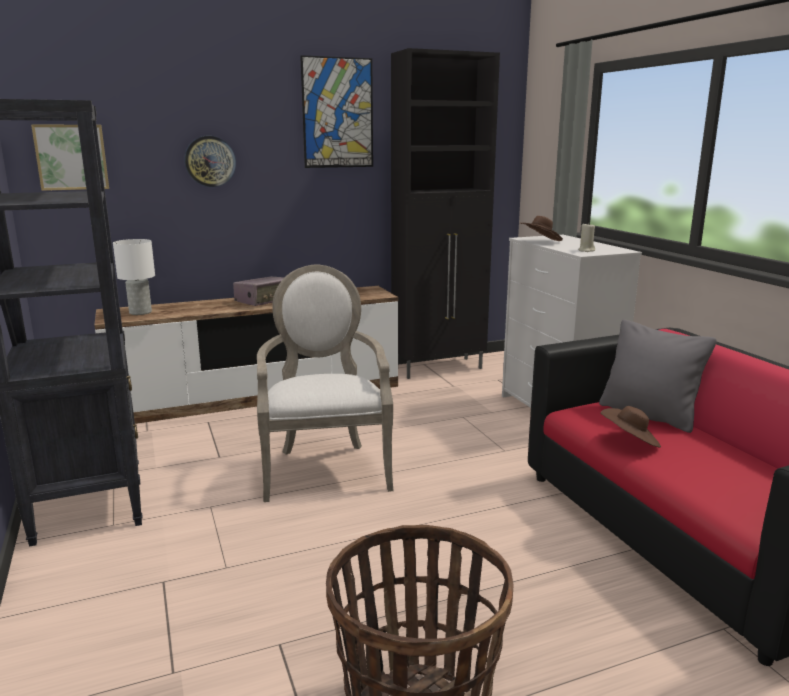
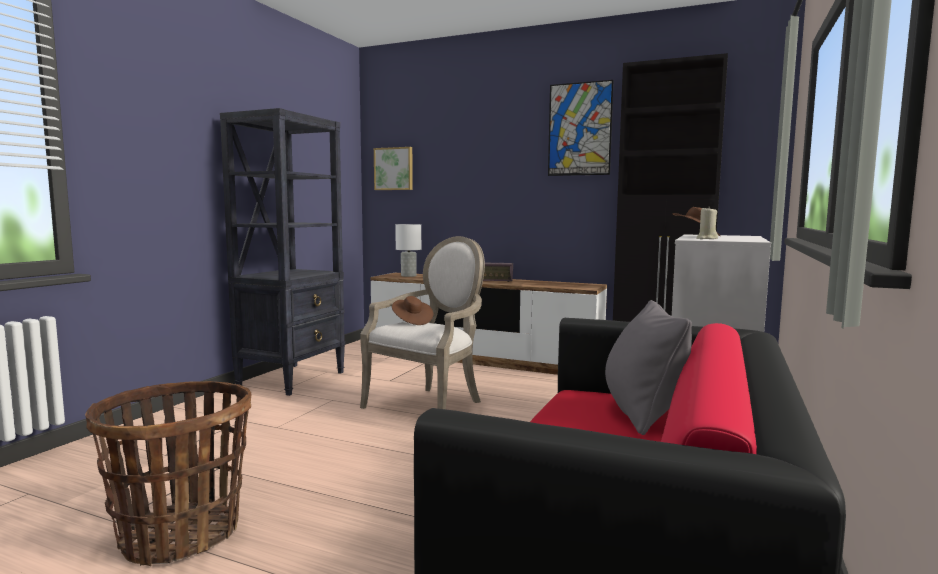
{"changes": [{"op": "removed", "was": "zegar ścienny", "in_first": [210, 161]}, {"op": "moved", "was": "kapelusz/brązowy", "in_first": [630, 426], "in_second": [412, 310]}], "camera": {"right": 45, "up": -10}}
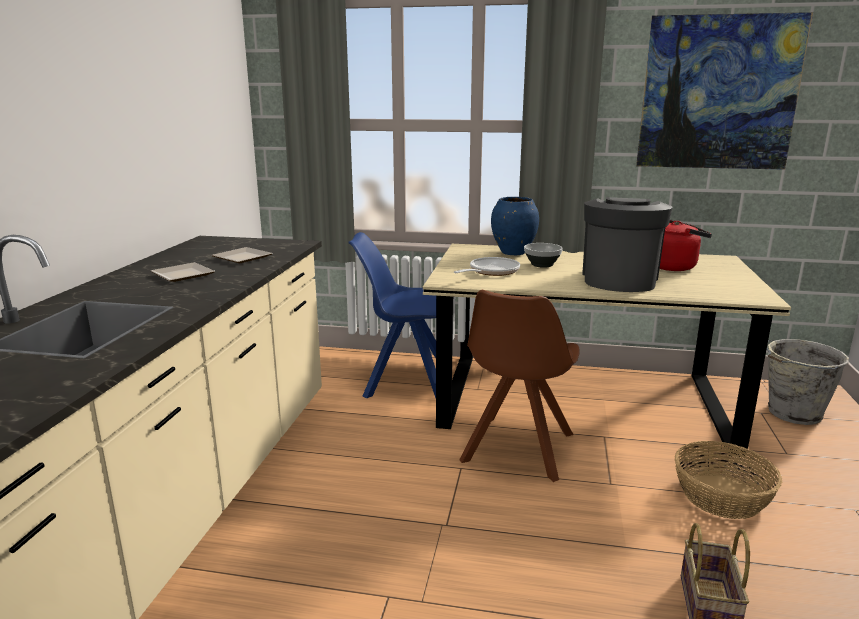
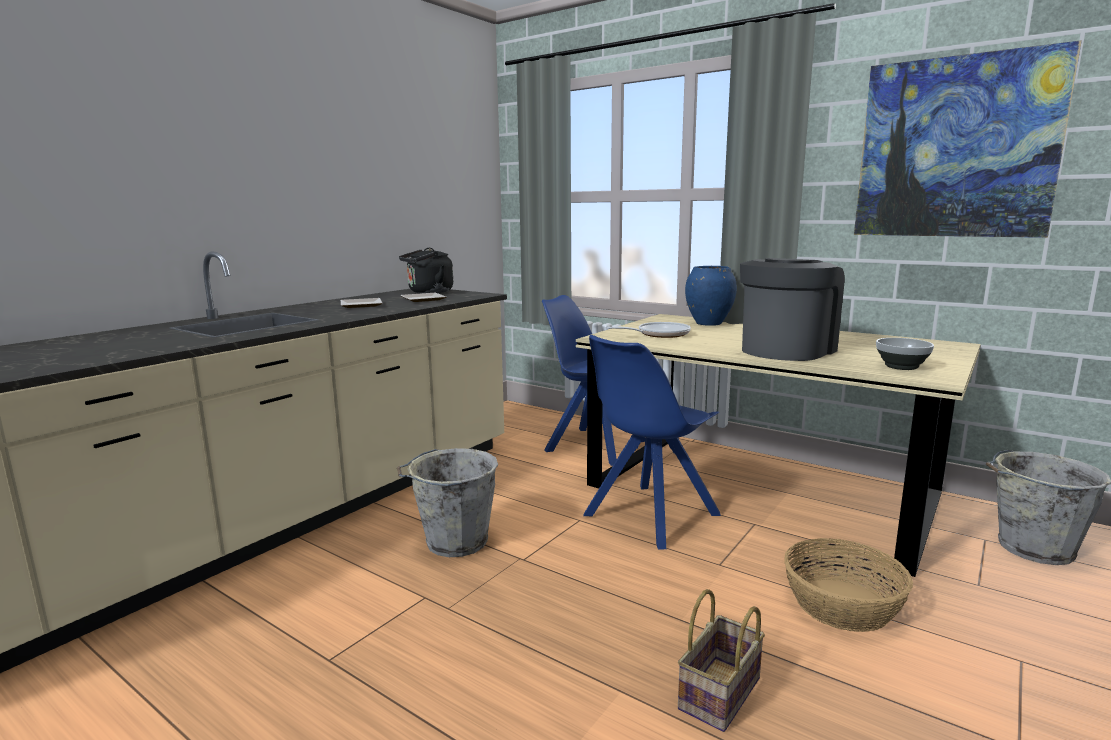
{"changes": [{"op": "removed", "was": "czajnik/czerwony", "in_first": [686, 245]}, {"op": "moved", "was": "miska", "in_first": [543, 255], "in_second": [905, 354]}, {"op": "recoloured", "was": "krzesło/brązowy", "now": "krzesło/niebieski", "in_first": [519, 386], "in_second": [652, 442]}, {"op": "added", "now": "czajnik/czarny", "in_second": [426, 270]}, {"op": "added", "now": "wiadro/szary", "in_second": [447, 502]}], "camera": {"right": 25, "up": -5}}
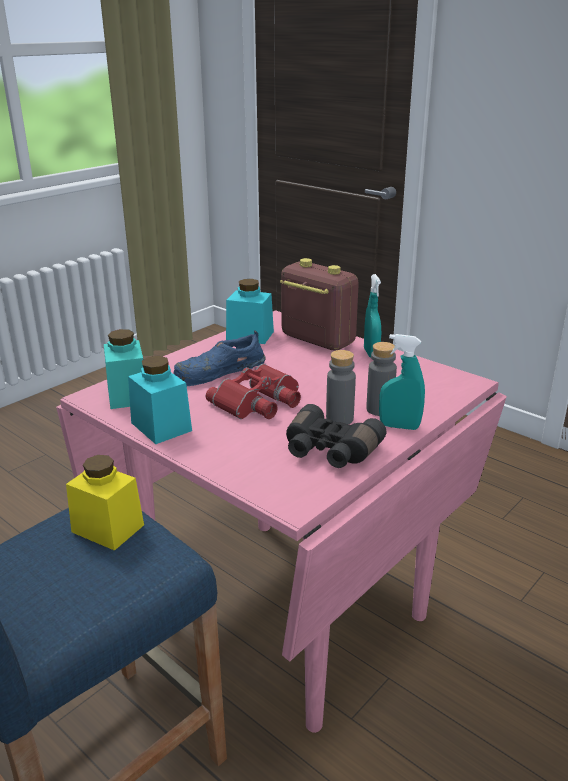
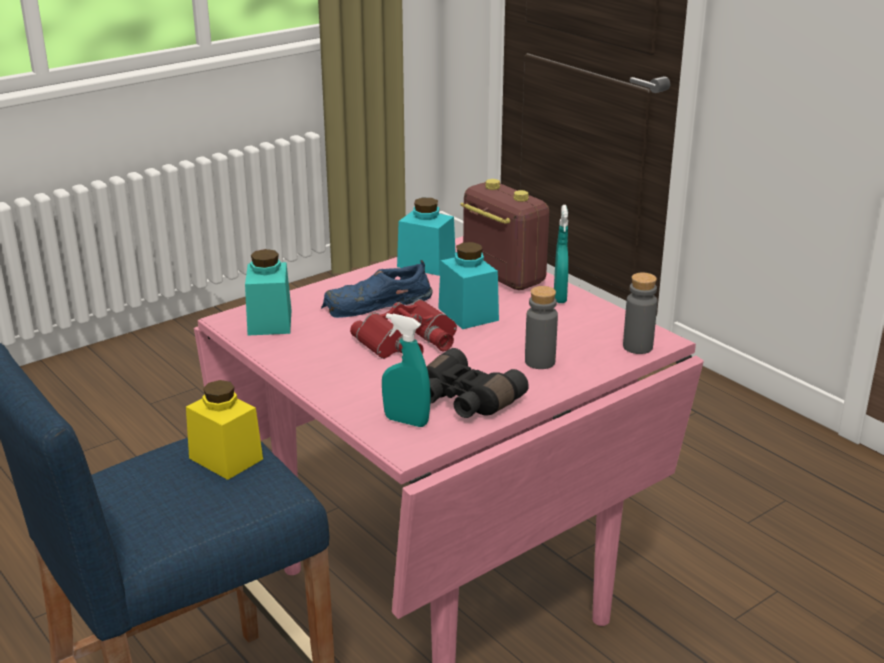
{"changes": [{"op": "moved", "was": "spryskiwacz/turkusowy", "in_first": [402, 382], "in_second": [406, 370]}, {"op": "moved", "was": "butelka/szary", "in_first": [341, 387], "in_second": [640, 313]}, {"op": "moved", "was": "słoik/turkusowy", "in_first": [160, 400], "in_second": [468, 285]}], "camera": {"right": 10, "up": 0}}
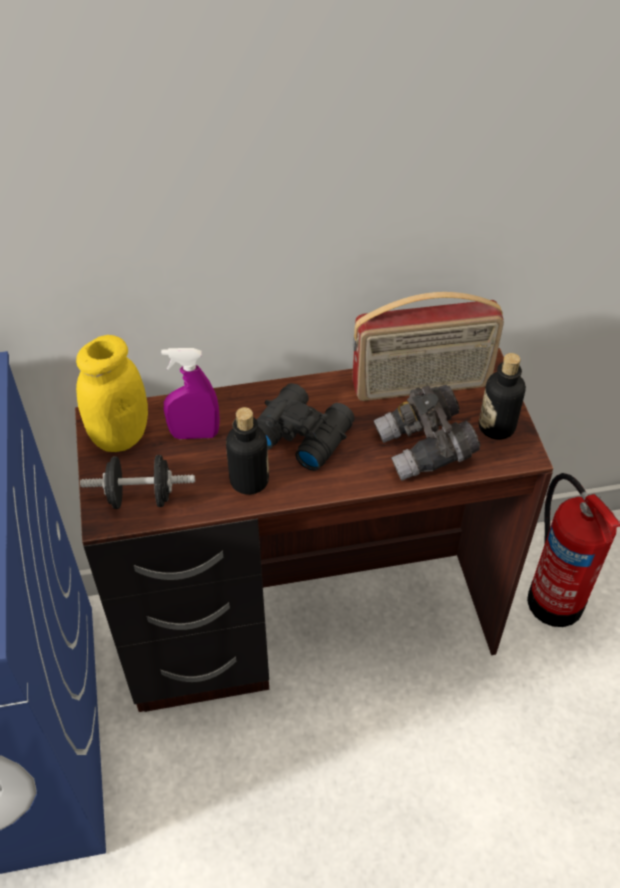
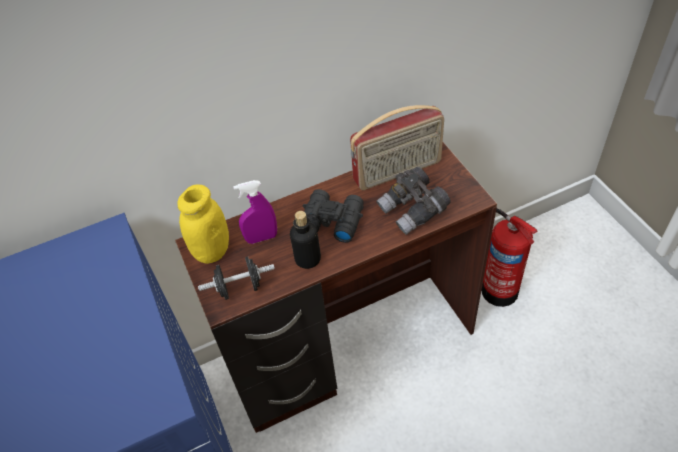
{"changes": [{"op": "removed", "was": "butelka", "in_first": [502, 396]}], "camera": {"right": -10, "up": 0}}
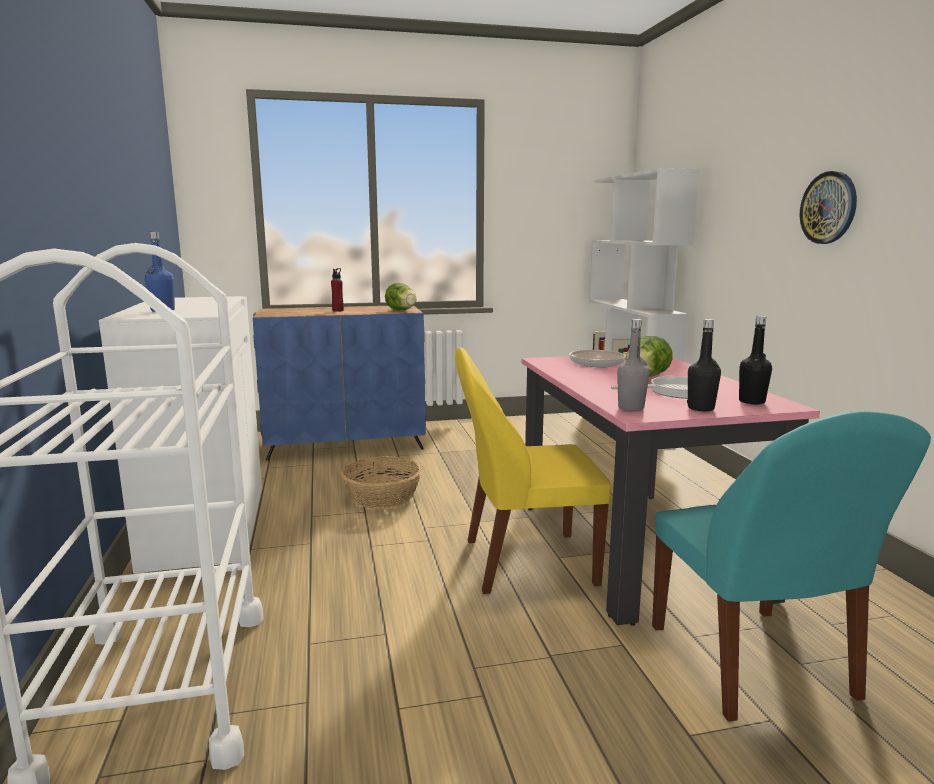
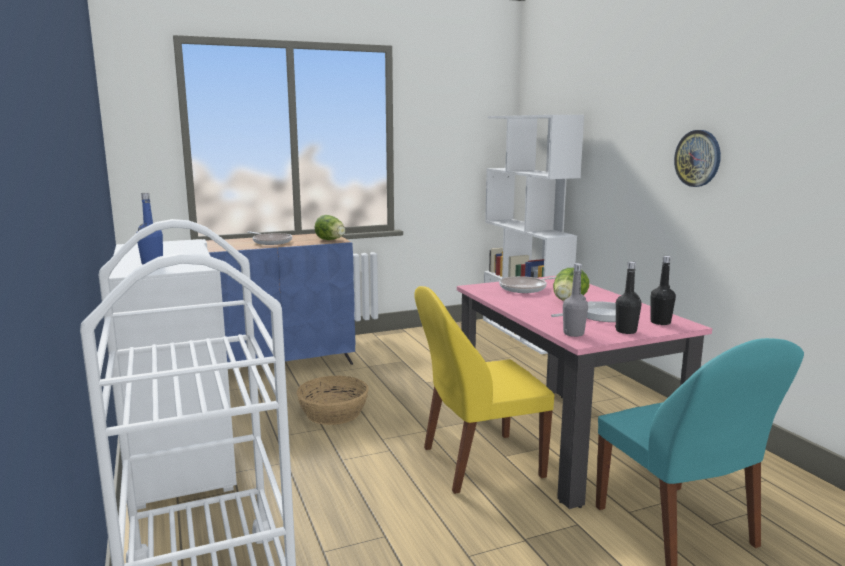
{"changes": [{"op": "replaced", "was": "butelka/czerwony", "now": "patelnia", "in_first": [337, 290], "in_second": [269, 238]}], "camera": {"right": -10, "up": 0}}
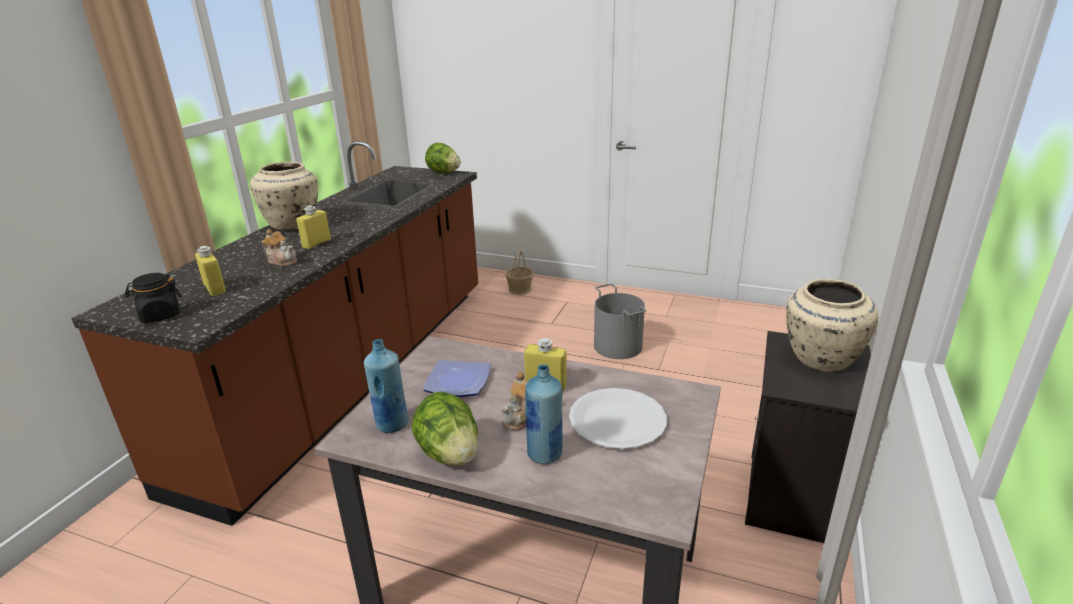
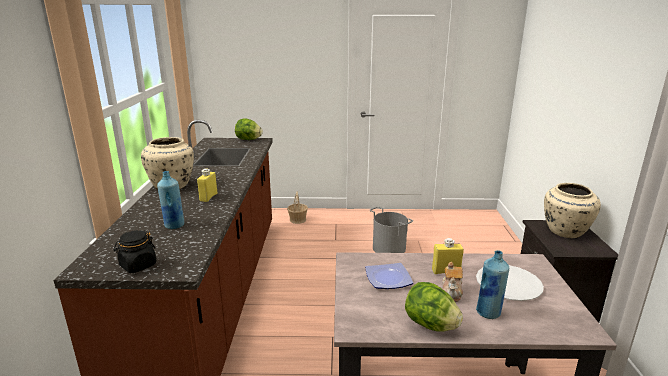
{"changes": [{"op": "removed", "was": "imbryk", "in_first": [279, 247]}, {"op": "removed", "was": "butelka/żółty", "in_first": [210, 271]}, {"op": "moved", "was": "butelka/niebieski", "in_first": [386, 386], "in_second": [170, 200]}], "camera": {"right": -20, "up": -5}}
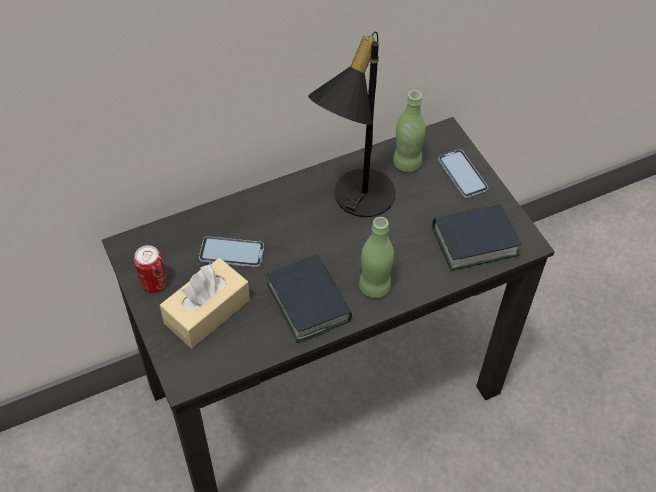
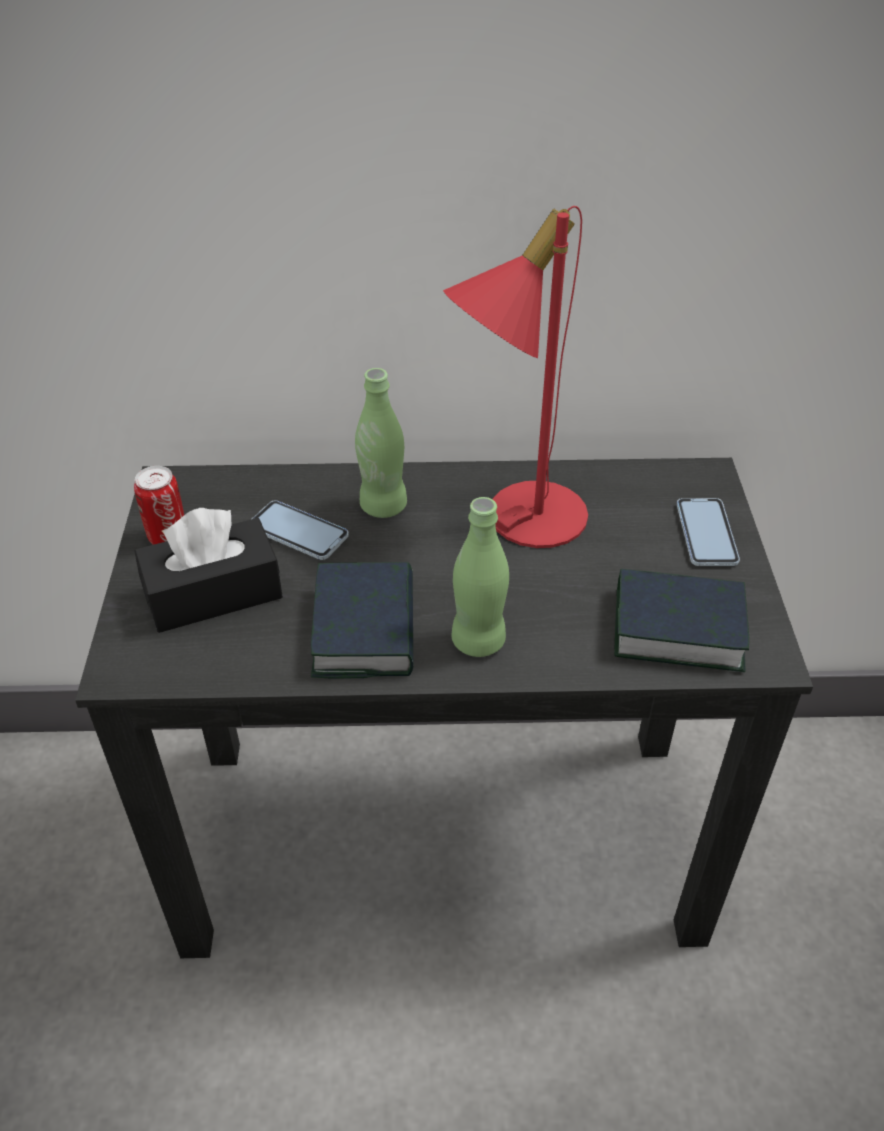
{"changes": [{"op": "recoloured", "was": "lampa stołowa/czarny", "now": "lampa stołowa/czerwony", "in_first": [352, 124], "in_second": [515, 377]}, {"op": "moved", "was": "butelka/zielony", "in_first": [409, 131], "in_second": [381, 443]}, {"op": "recoloured", "was": "pudełko chusteczek/beżowy", "now": "pudełko chusteczek/czarny", "in_first": [205, 303], "in_second": [209, 570]}], "camera": {"right": 25, "up": -10}}
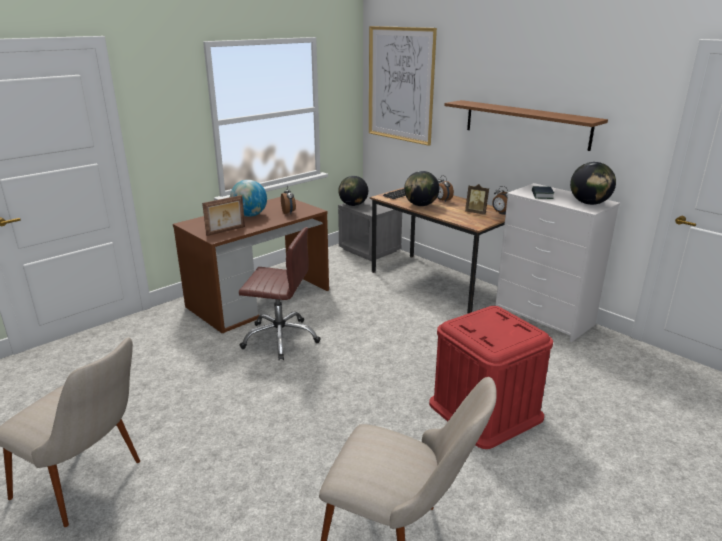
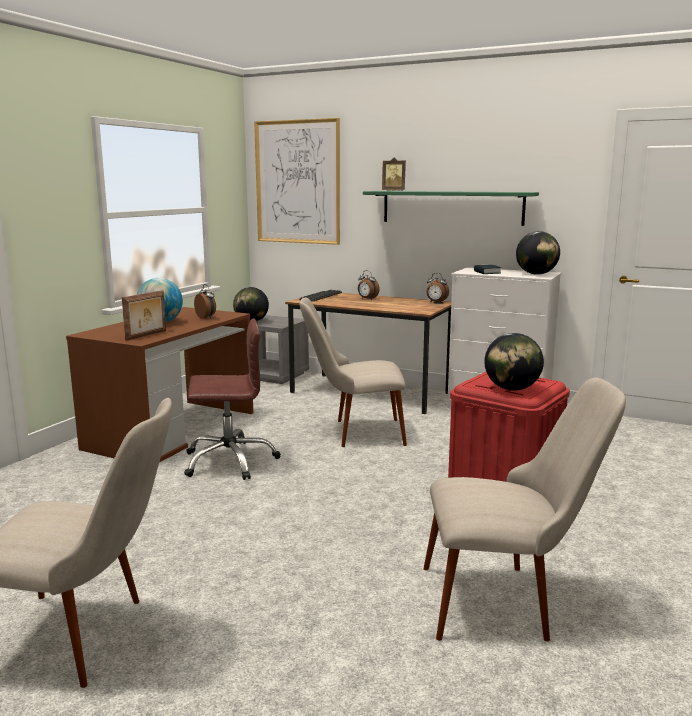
{"changes": [{"op": "recoloured", "was": "półka/brązowy", "now": "półka/zielony", "in_first": [526, 125], "in_second": [451, 208]}, {"op": "moved", "was": "globus", "in_first": [421, 188], "in_second": [514, 362]}, {"op": "moved", "was": "ramka na zdjęcie", "in_first": [477, 199], "in_second": [394, 174]}, {"op": "added", "now": "krzesło/beżowy", "in_second": [353, 372]}], "camera": {"right": -20, "up": -10}}
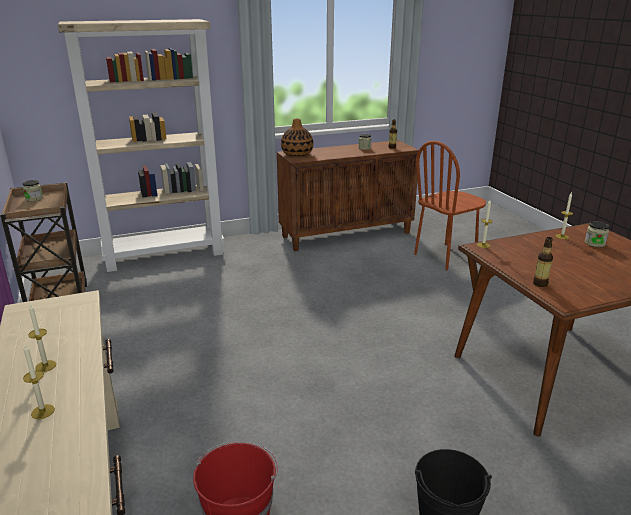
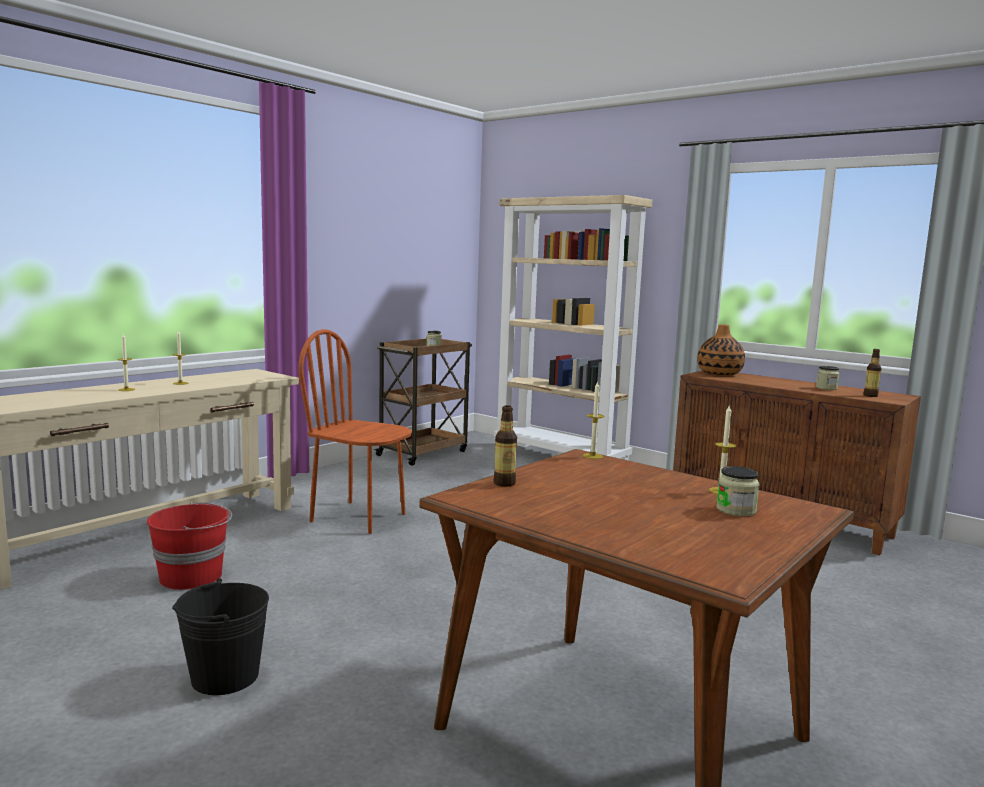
{"changes": [{"op": "moved", "was": "krzesło/brązowy", "in_first": [450, 205], "in_second": [355, 431]}], "camera": {"right": 60, "up": -15}}
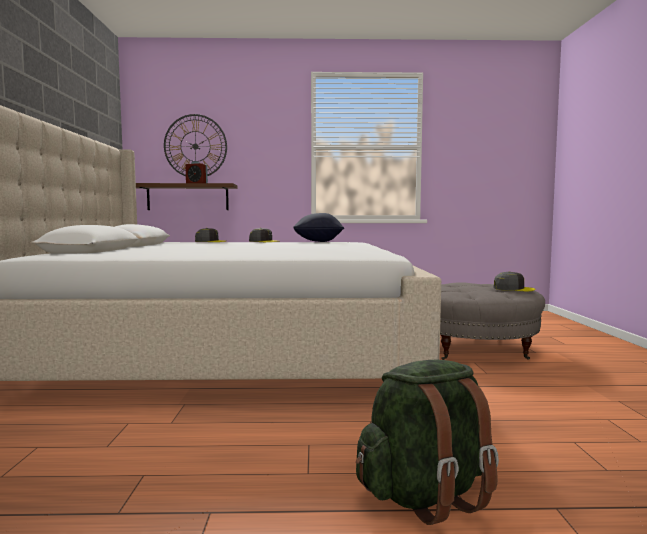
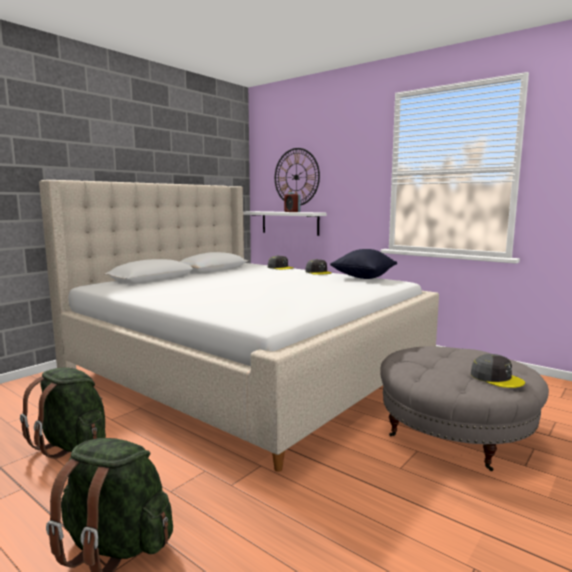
{"changes": [{"op": "recoloured", "was": "półka/brązowy", "now": "półka/biały", "in_first": [187, 196], "in_second": [285, 223]}, {"op": "added", "now": "plecak/zielony", "in_second": [63, 413]}], "camera": {"right": 40, "up": 5}}
